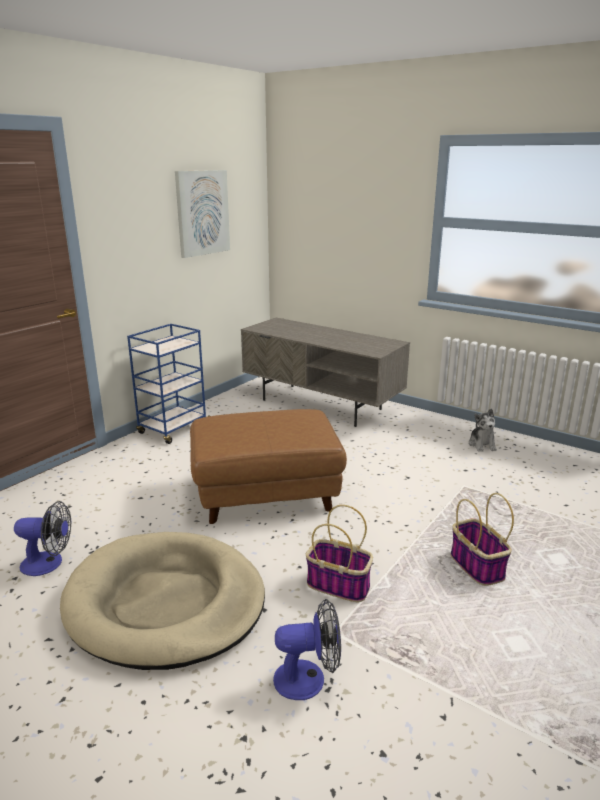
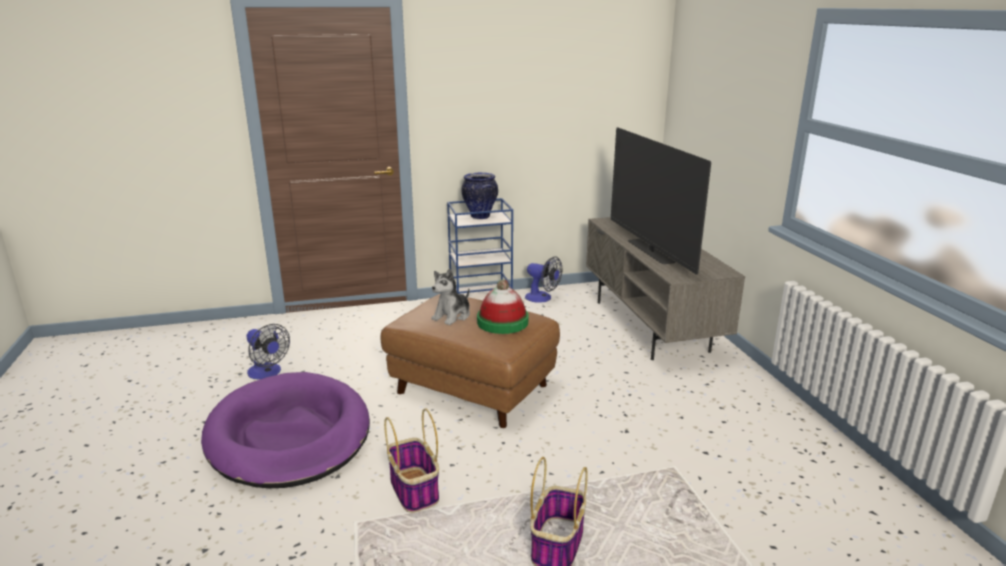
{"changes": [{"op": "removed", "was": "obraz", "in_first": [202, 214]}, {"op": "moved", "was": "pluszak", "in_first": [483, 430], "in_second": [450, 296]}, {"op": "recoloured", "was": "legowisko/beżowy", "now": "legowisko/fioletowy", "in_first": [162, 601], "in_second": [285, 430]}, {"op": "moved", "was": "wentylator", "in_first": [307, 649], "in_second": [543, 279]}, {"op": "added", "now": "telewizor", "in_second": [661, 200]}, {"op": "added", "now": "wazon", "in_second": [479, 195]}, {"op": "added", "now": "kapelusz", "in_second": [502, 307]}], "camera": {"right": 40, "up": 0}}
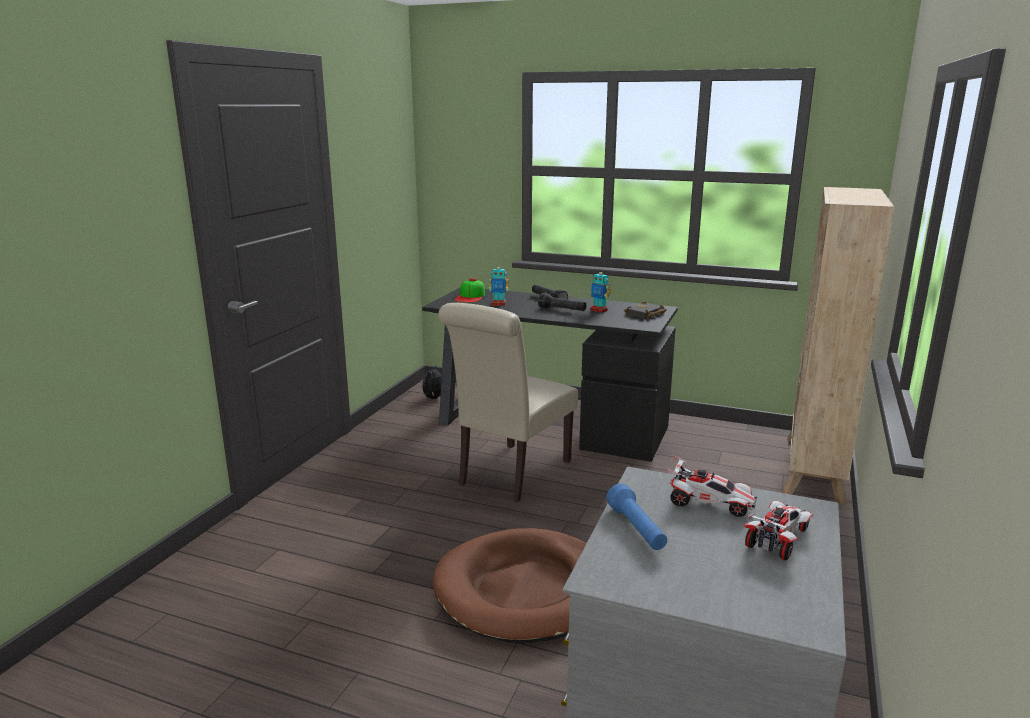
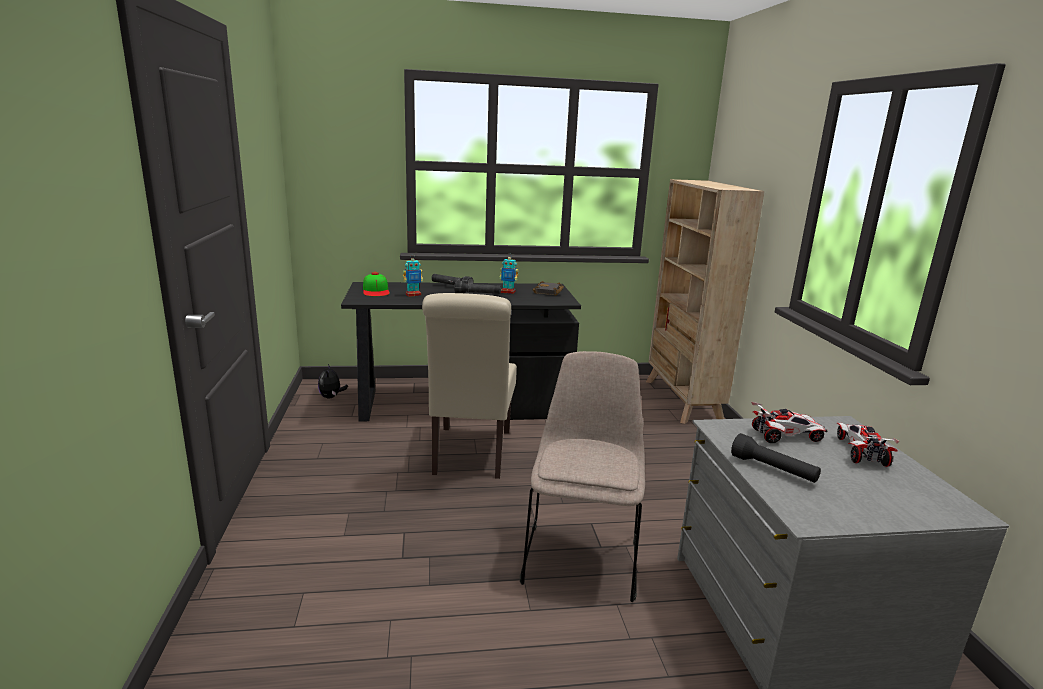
{"changes": [{"op": "recoloured", "was": "latarka/niebieski", "now": "latarka/czarny", "in_first": [636, 516], "in_second": [776, 458]}, {"op": "replaced", "was": "legowisko/brązowy", "now": "krzesło/beżowy", "in_first": [510, 585], "in_second": [582, 476]}], "camera": {"right": -30, "up": 0}}
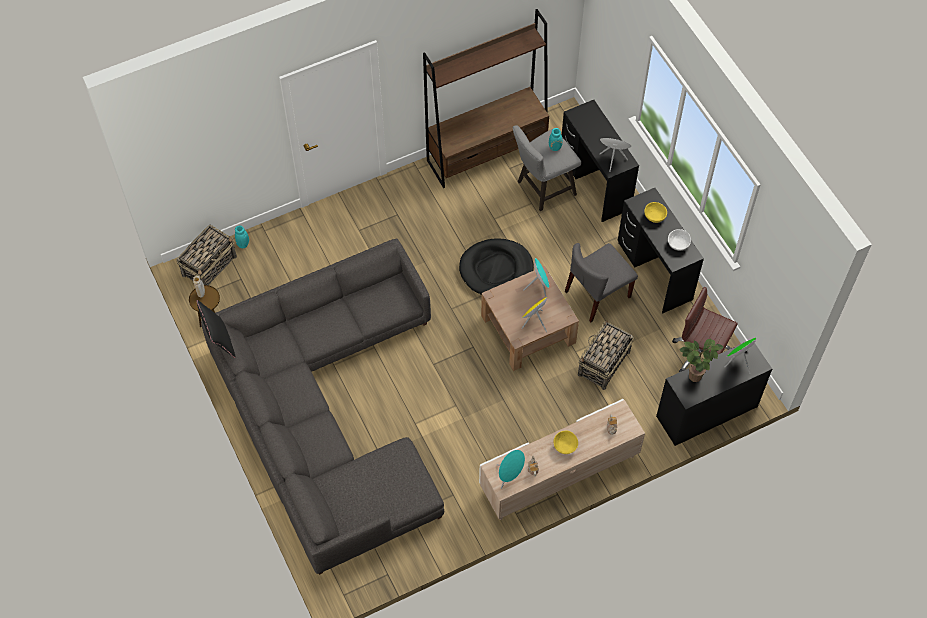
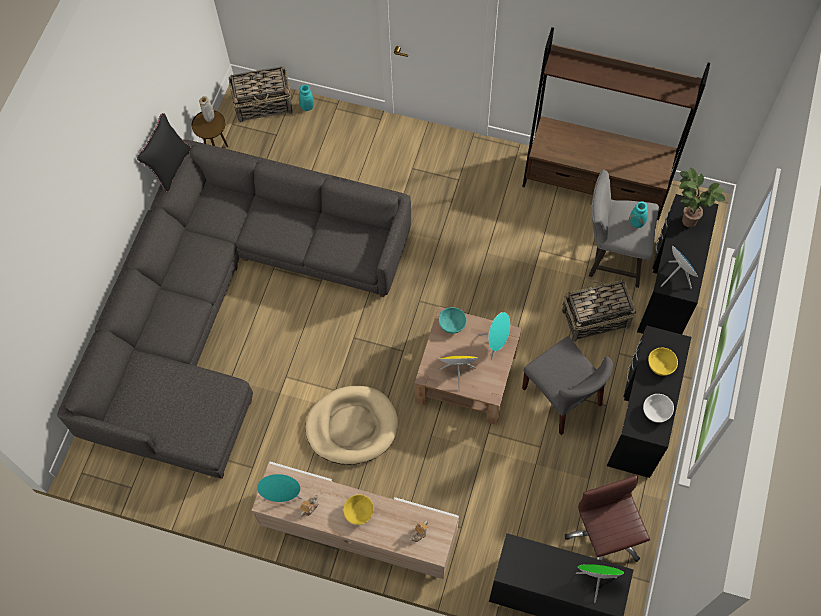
{"changes": [{"op": "removed", "was": "legowisko/czarny", "in_first": [496, 266]}, {"op": "turned", "was": "krzesło/szary", "in_first": [601, 282], "in_second": [567, 386], "clockwise": -135}, {"op": "moved", "was": "koszyk", "in_first": [606, 355], "in_second": [599, 310]}, {"op": "moved", "was": "roślina doniczkowa", "in_first": [701, 360], "in_second": [702, 197]}, {"op": "added", "now": "miska/turkusowy", "in_second": [453, 320]}, {"op": "added", "now": "legowisko/beżowy", "in_second": [352, 425]}], "camera": {"right": 45, "up": 5}}
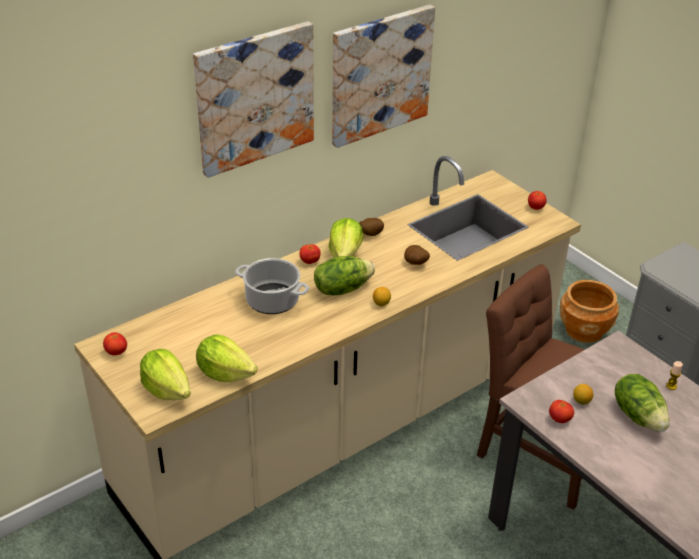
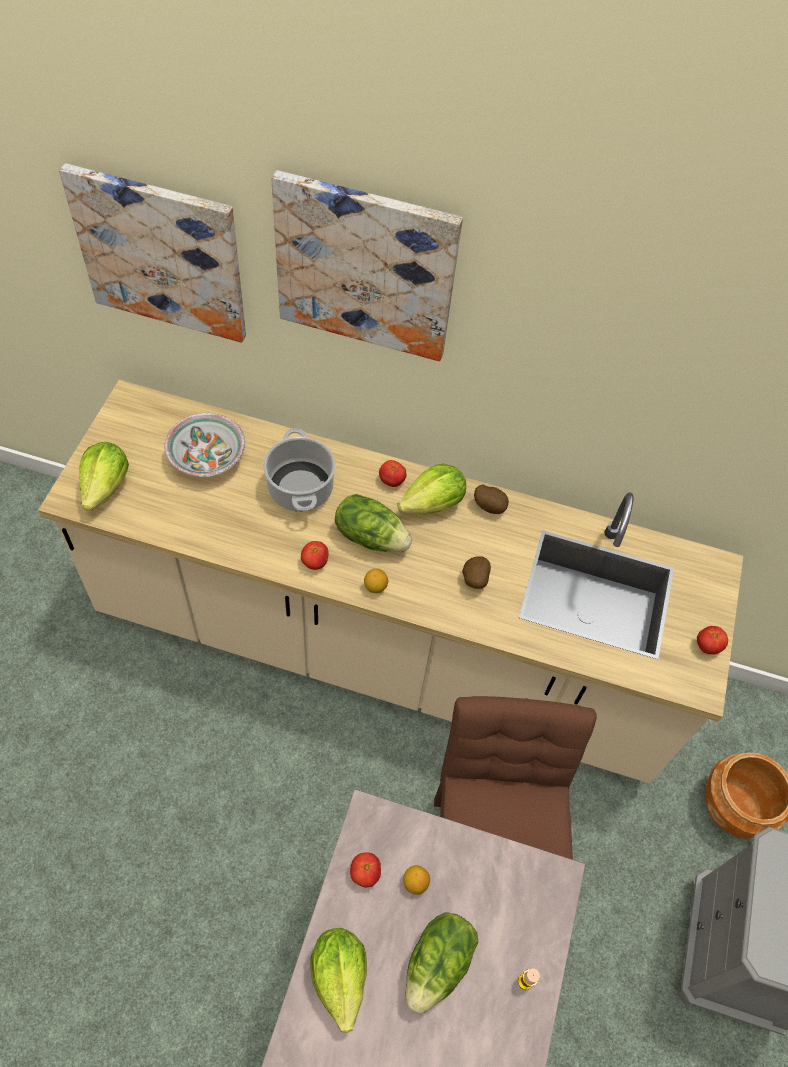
{"changes": [{"op": "moved", "was": "obraz", "in_first": [383, 76], "in_second": [152, 253]}, {"op": "moved", "was": "pomidor", "in_first": [115, 343], "in_second": [315, 555]}, {"op": "moved", "was": "sałata", "in_first": [227, 358], "in_second": [338, 980]}, {"op": "added", "now": "miska", "in_second": [204, 445]}], "camera": {"right": 50, "up": 20}}
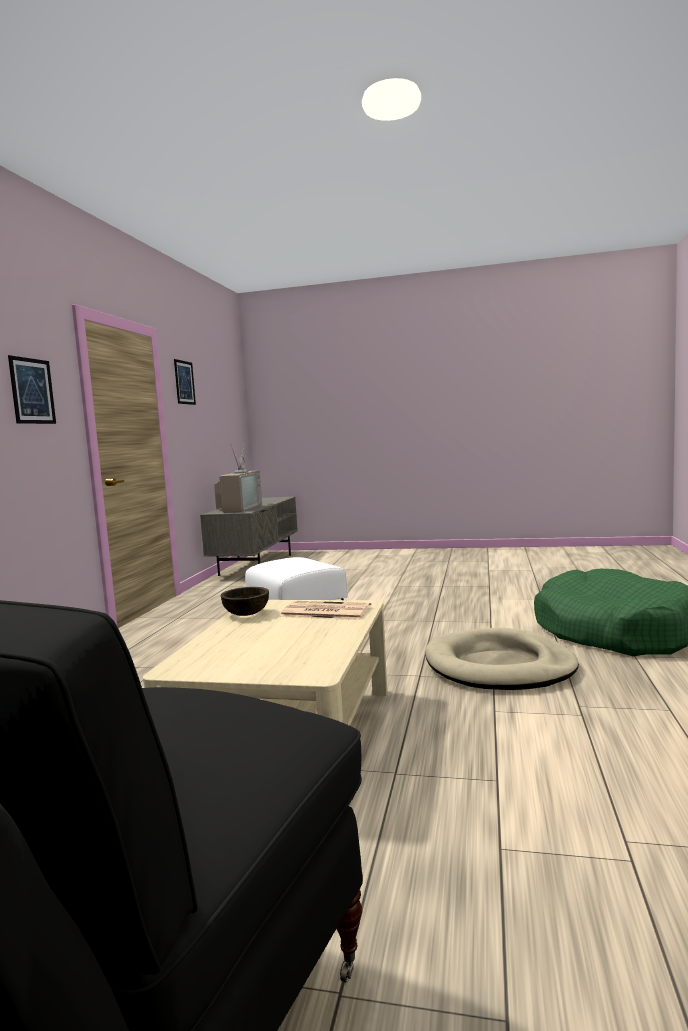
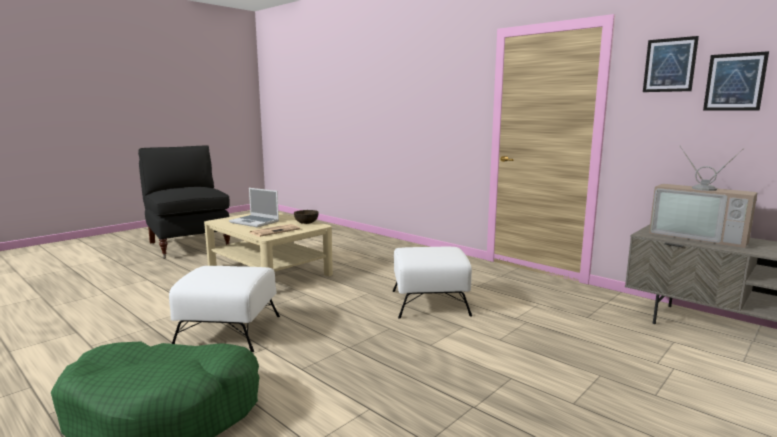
{"changes": [{"op": "moved", "was": "obraz", "in_first": [32, 389], "in_second": [736, 80]}, {"op": "replaced", "was": "legowisko/beżowy", "now": "pufa/biały", "in_first": [502, 659], "in_second": [224, 309]}, {"op": "added", "now": "laptop", "in_second": [254, 207]}], "camera": {"right": 120, "up": 5}}
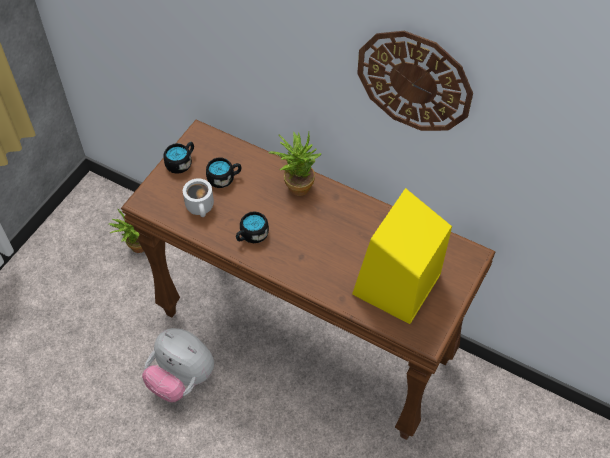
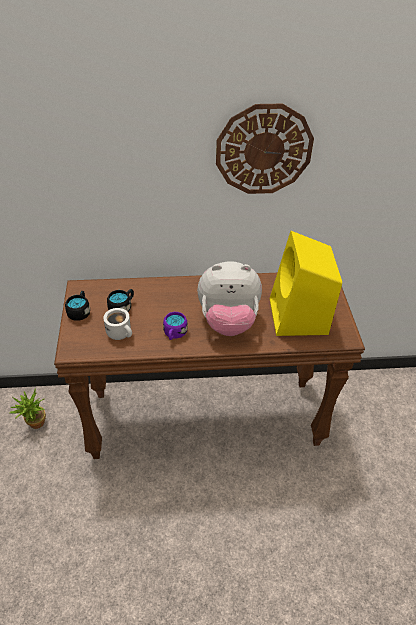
{"changes": [{"op": "removed", "was": "roślina doniczkowa", "in_first": [295, 164]}, {"op": "recoloured", "was": "kubek/czarny", "now": "kubek/fioletowy", "in_first": [252, 227], "in_second": [175, 326]}, {"op": "moved", "was": "pluszak", "in_first": [178, 365], "in_second": [229, 298]}], "camera": {"right": -35, "up": -10}}
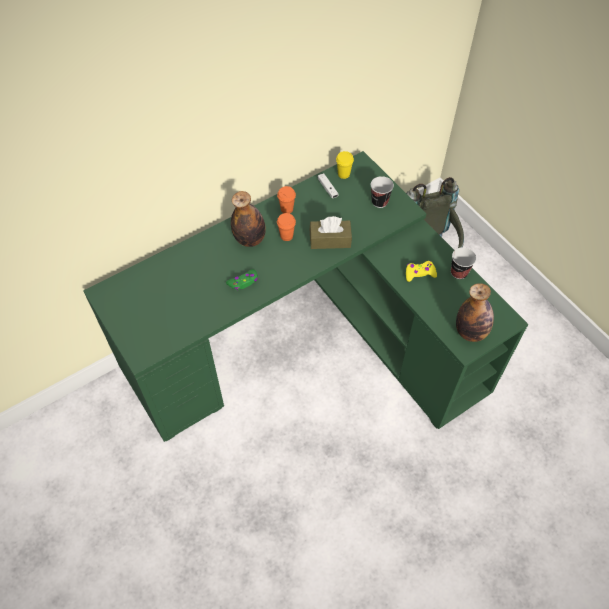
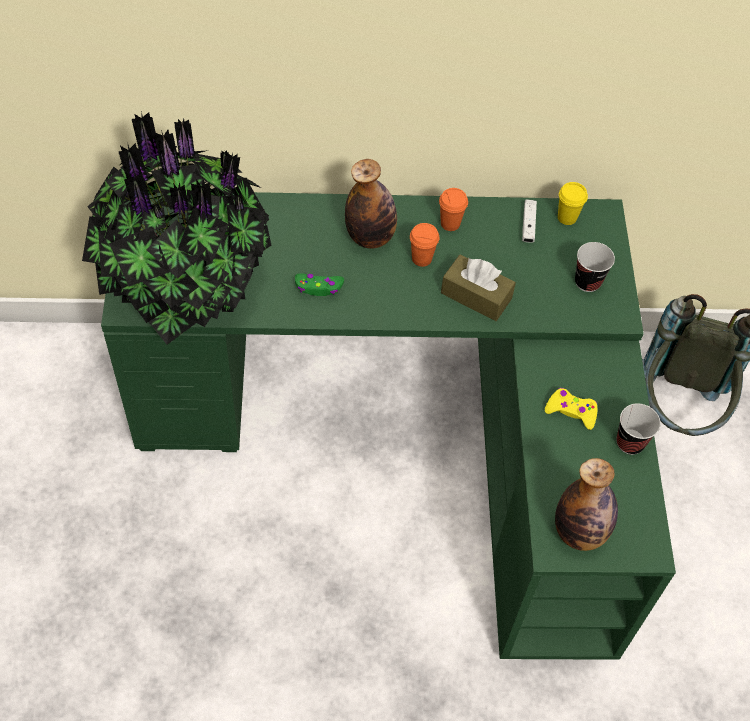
{"changes": [{"op": "added", "now": "roślina doniczkowa", "in_second": [177, 228]}], "camera": {"right": 30, "up": 0}}
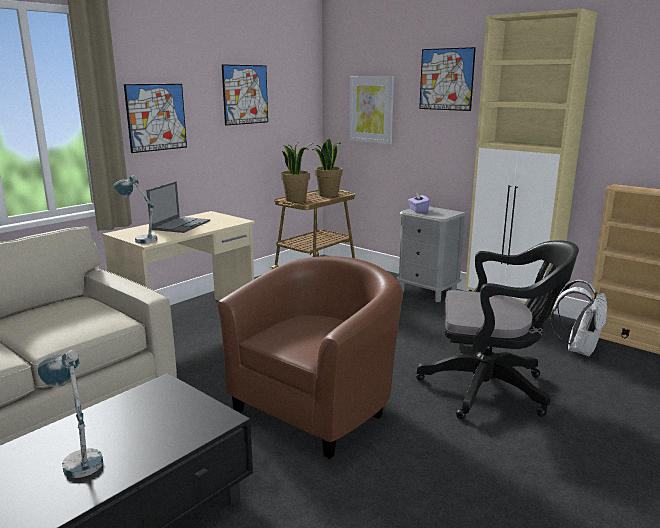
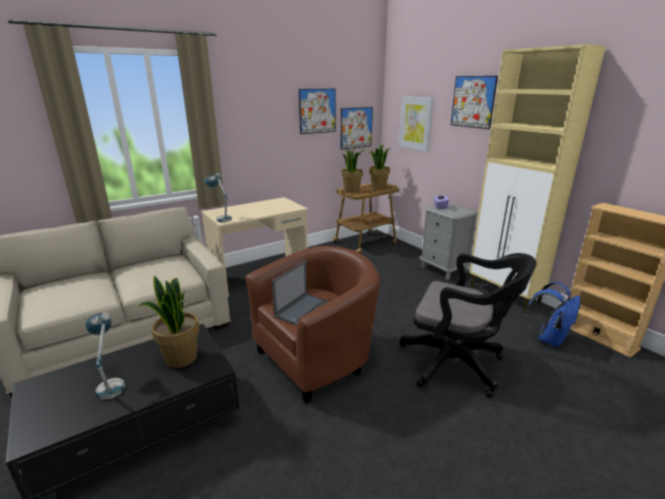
{"changes": [{"op": "moved", "was": "obraz", "in_first": [155, 118], "in_second": [357, 128]}, {"op": "moved", "was": "laptop", "in_first": [178, 207], "in_second": [301, 293]}, {"op": "recoloured", "was": "plecak/biały", "now": "plecak/niebieski", "in_first": [578, 318], "in_second": [553, 314]}, {"op": "added", "now": "roślina doniczkowa", "in_second": [169, 322]}], "camera": {"right": 15, "up": 5}}
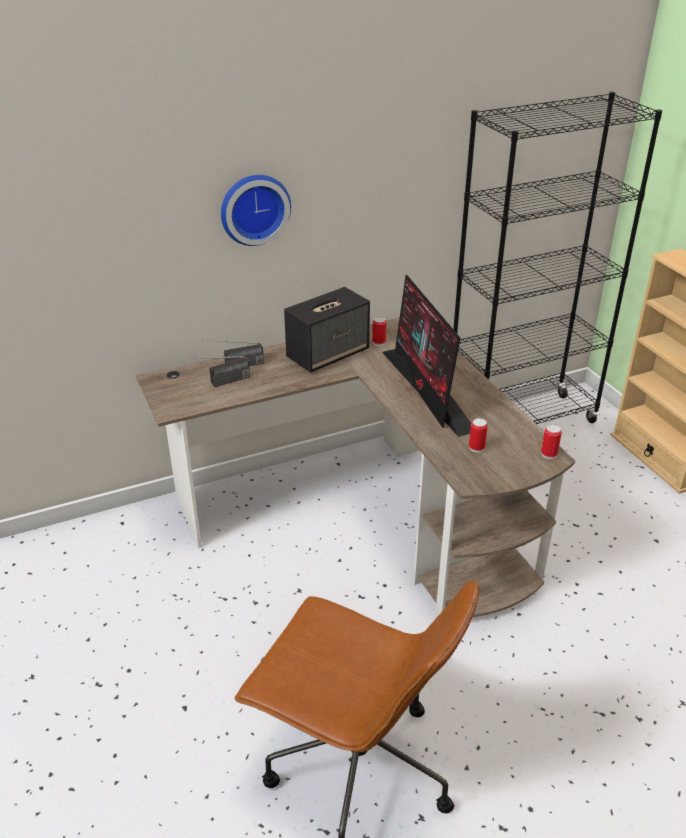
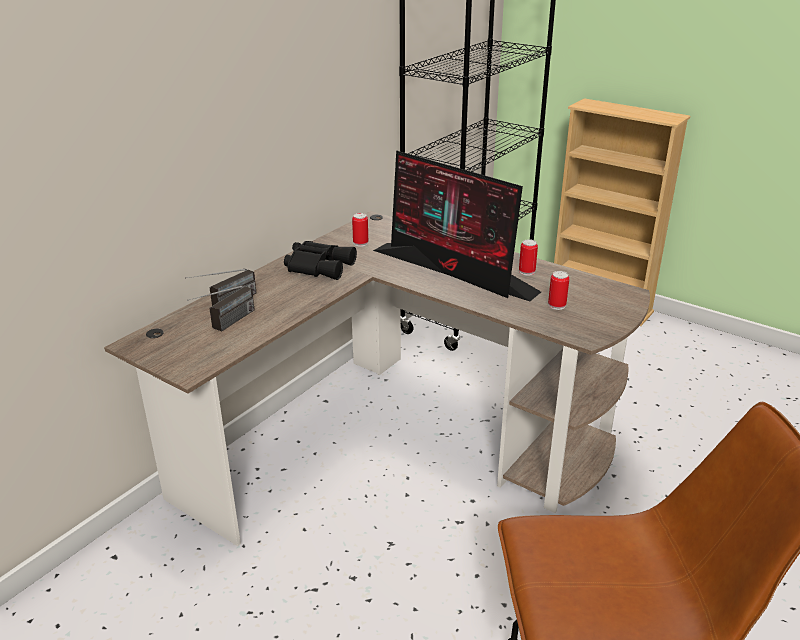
{"changes": [{"op": "removed", "was": "zegar ścienny", "in_first": [256, 210]}, {"op": "replaced", "was": "głośnik", "now": "lornetka/czarny", "in_first": [327, 330], "in_second": [320, 260]}, {"op": "moved", "was": "puszka", "in_first": [551, 441], "in_second": [528, 257]}], "camera": {"right": -30, "up": -5}}
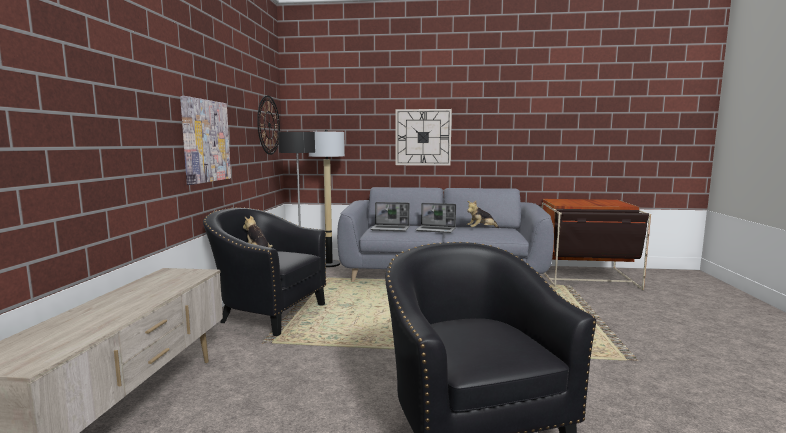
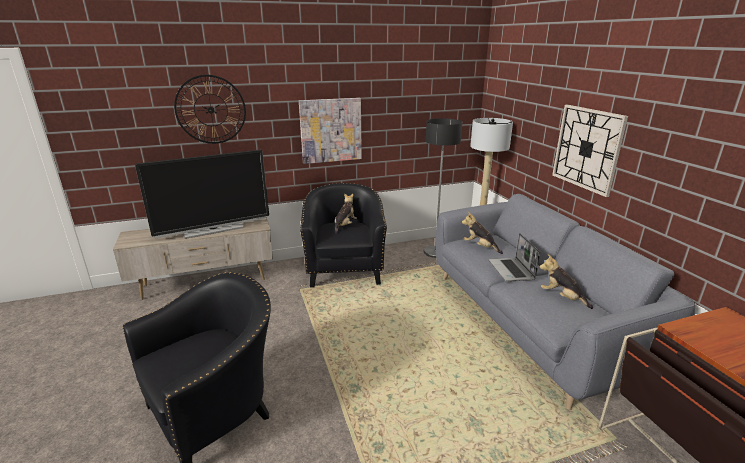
{"changes": [{"op": "moved", "was": "zegar ścienny", "in_first": [268, 125], "in_second": [210, 109]}, {"op": "replaced", "was": "laptop", "now": "pluszak", "in_first": [390, 216], "in_second": [482, 233]}, {"op": "added", "now": "telewizor", "in_second": [202, 194]}], "camera": {"right": 65, "up": 15}}
